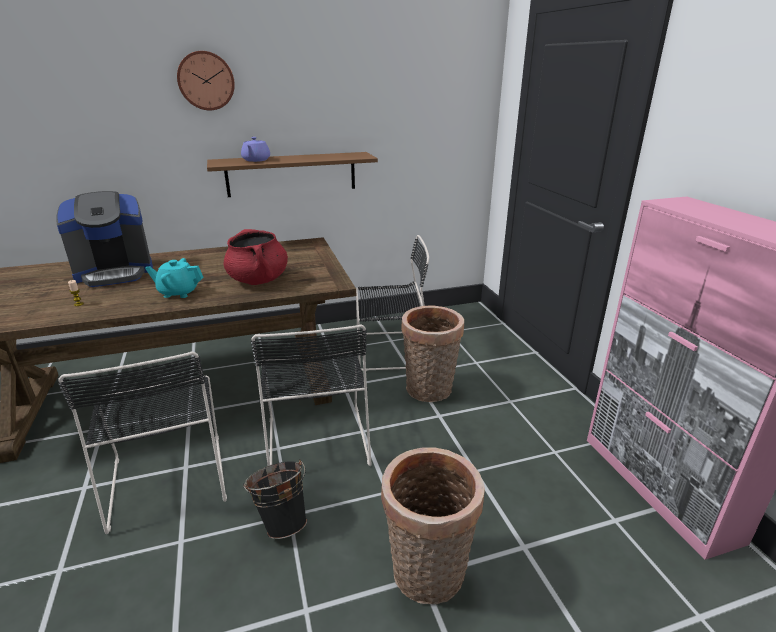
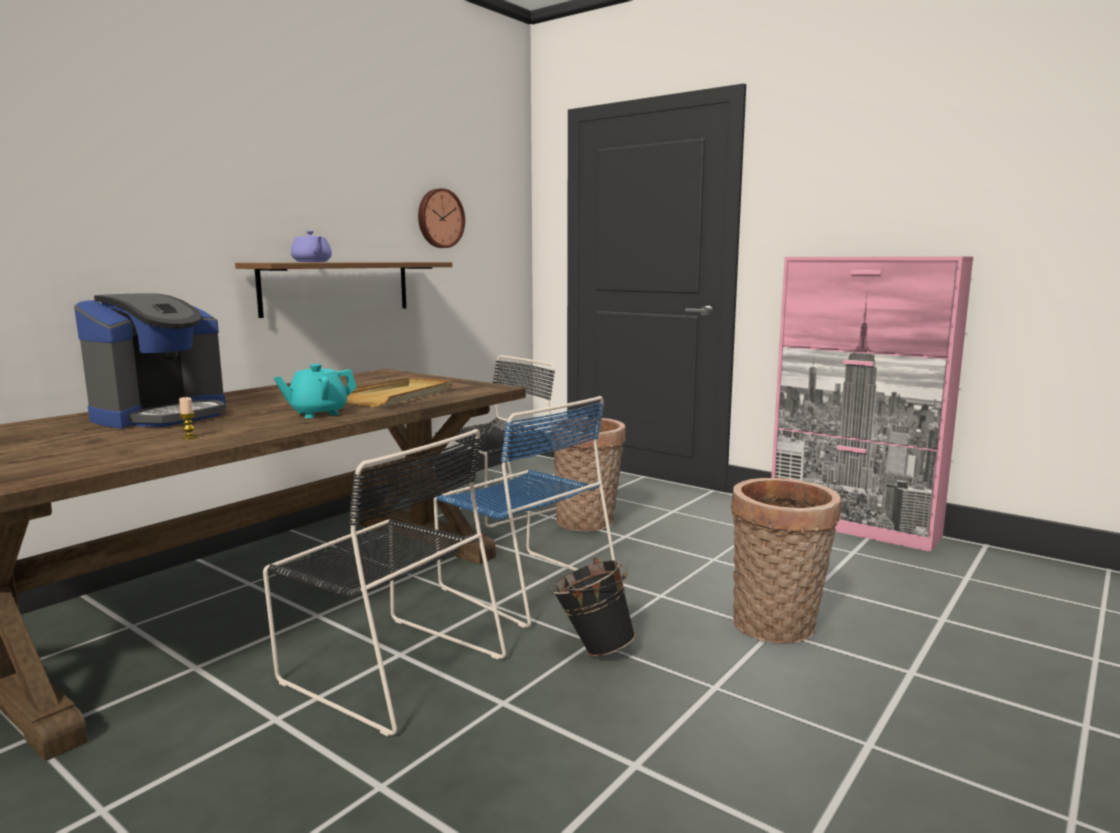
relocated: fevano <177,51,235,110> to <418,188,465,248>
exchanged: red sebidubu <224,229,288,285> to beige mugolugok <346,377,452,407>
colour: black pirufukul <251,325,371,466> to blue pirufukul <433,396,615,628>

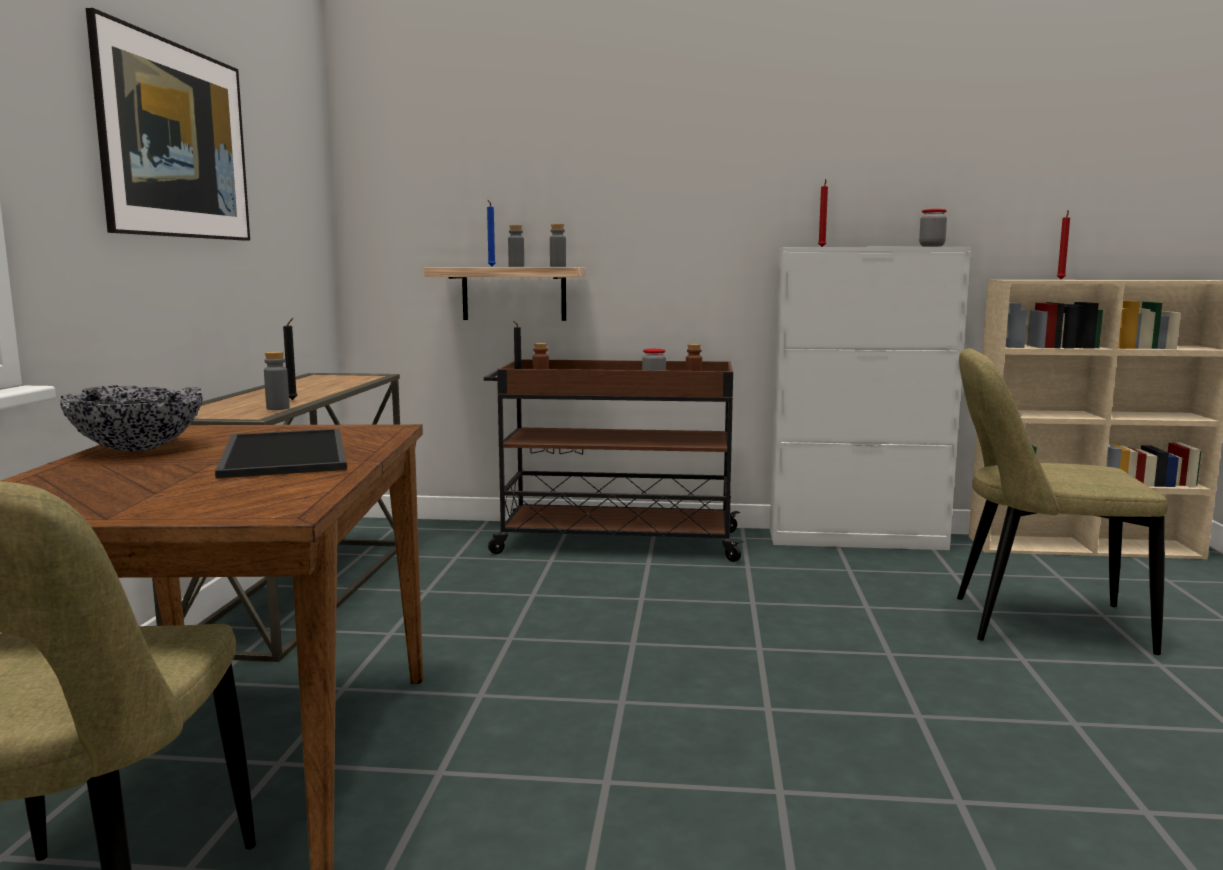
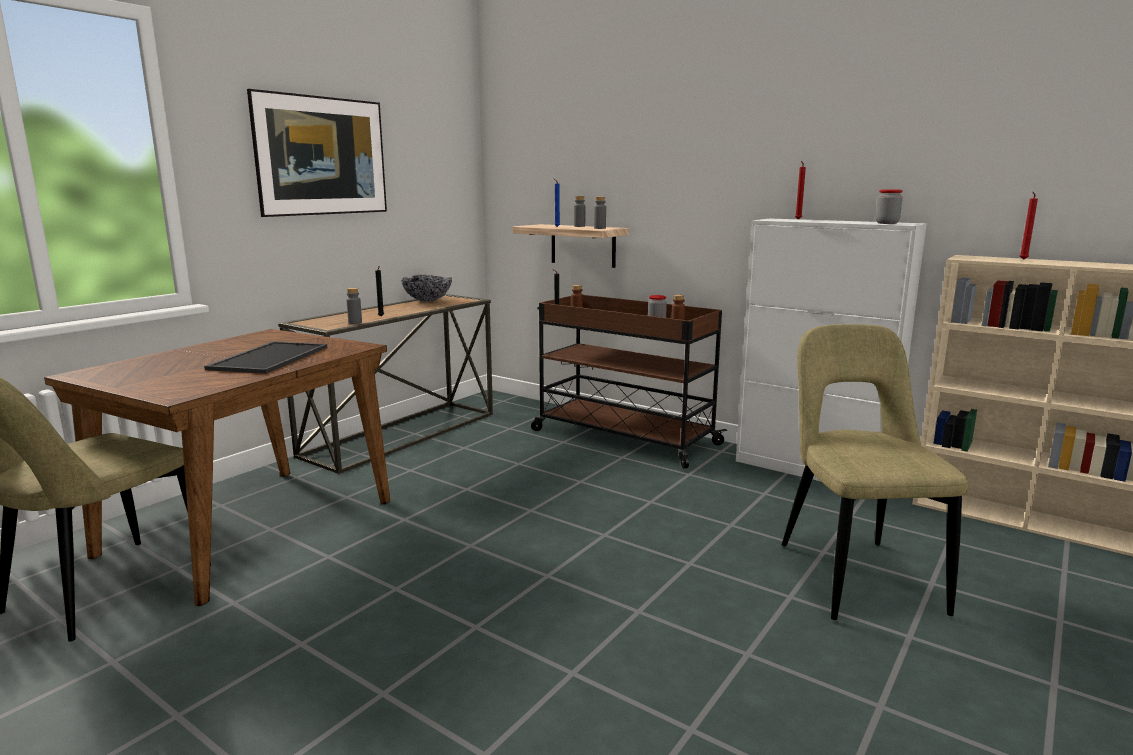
relocated: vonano <60,385,203,452> to <402,275,452,302>
spun: beige pirufukul <957,348,1168,655> = <782,324,968,620> 45 degrees clockwise

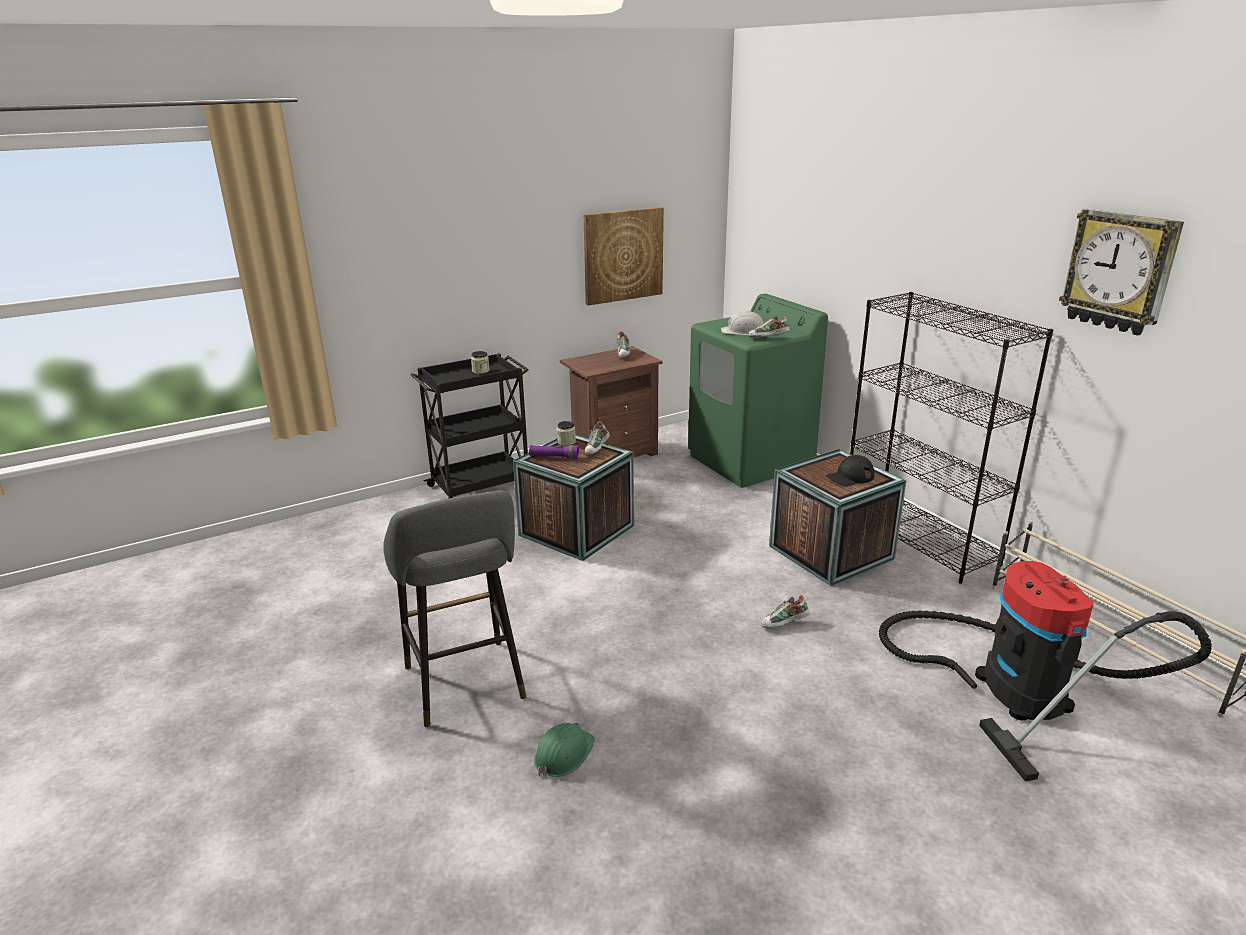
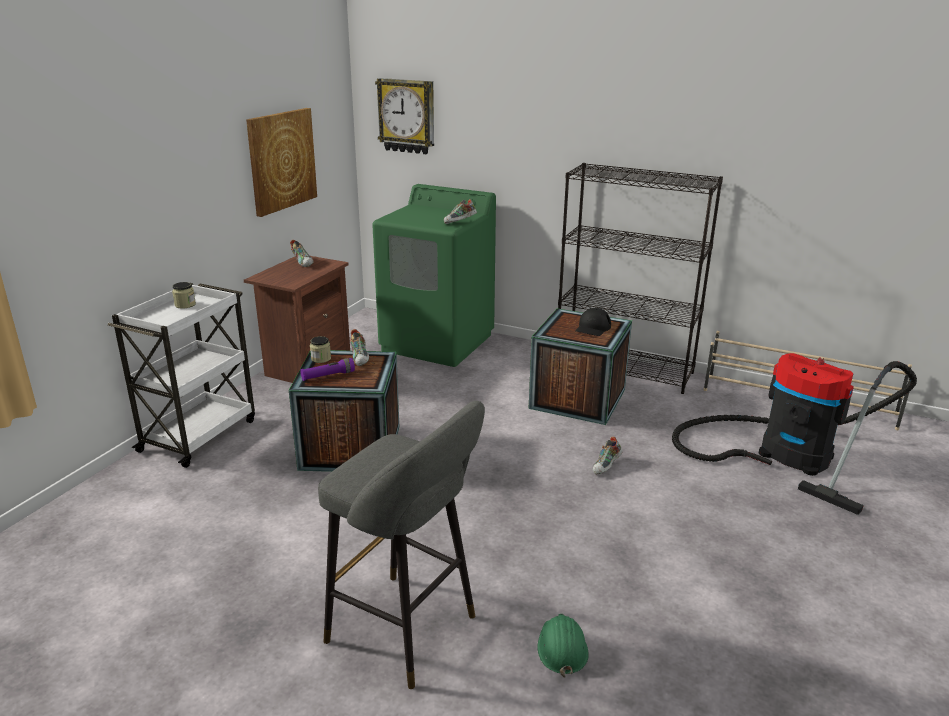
missing: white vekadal <721,311,763,335>
relocated: fevano <1059,209,1184,336> to <375,78,434,154>
colour: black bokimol <411,353,529,499> to white bokimol <108,283,255,468>

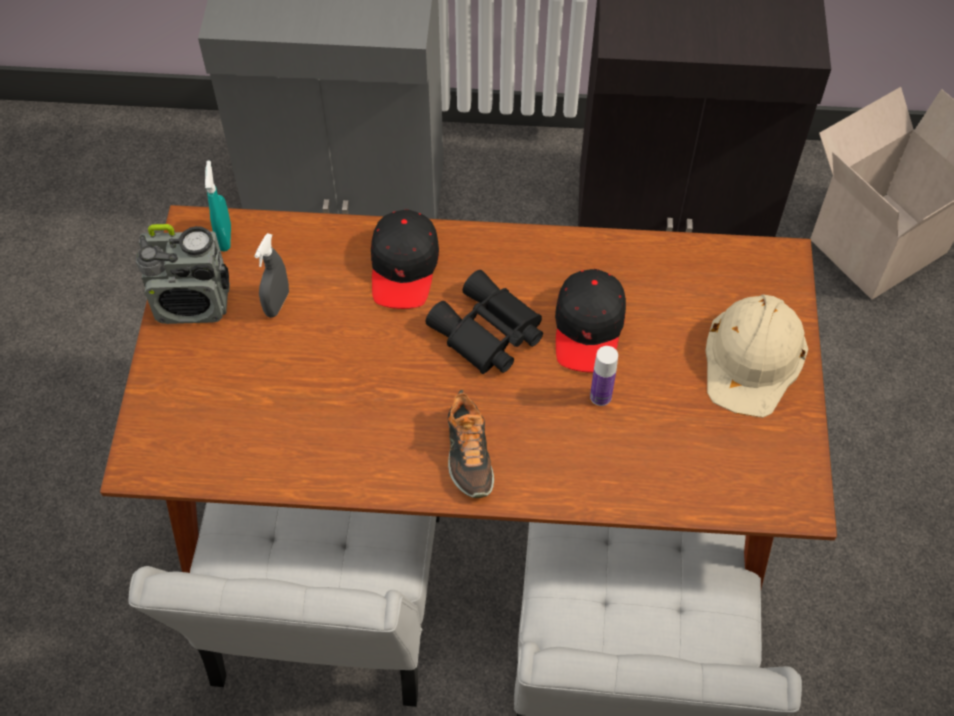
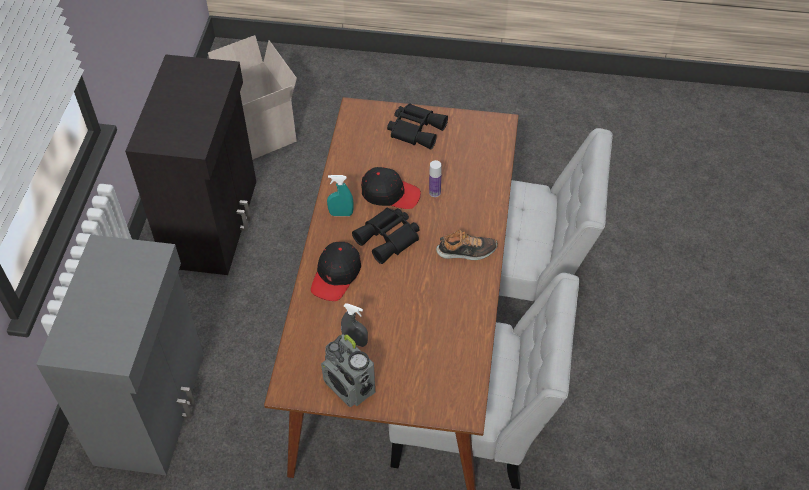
relocated: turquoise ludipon <205,161,231,251> to <327,175,354,216>
exchanged: beige vekadal <705,294,808,418> to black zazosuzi <387,103,448,150>
spun: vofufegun <135,224,230,324> = <321,334,375,407> 135 degrees clockwise; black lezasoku <371,209,439,309> = <311,241,361,301> 105 degrees clockwise

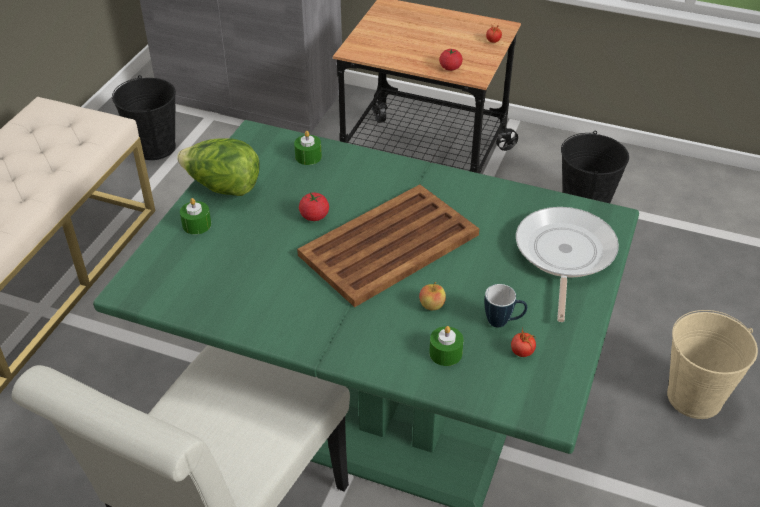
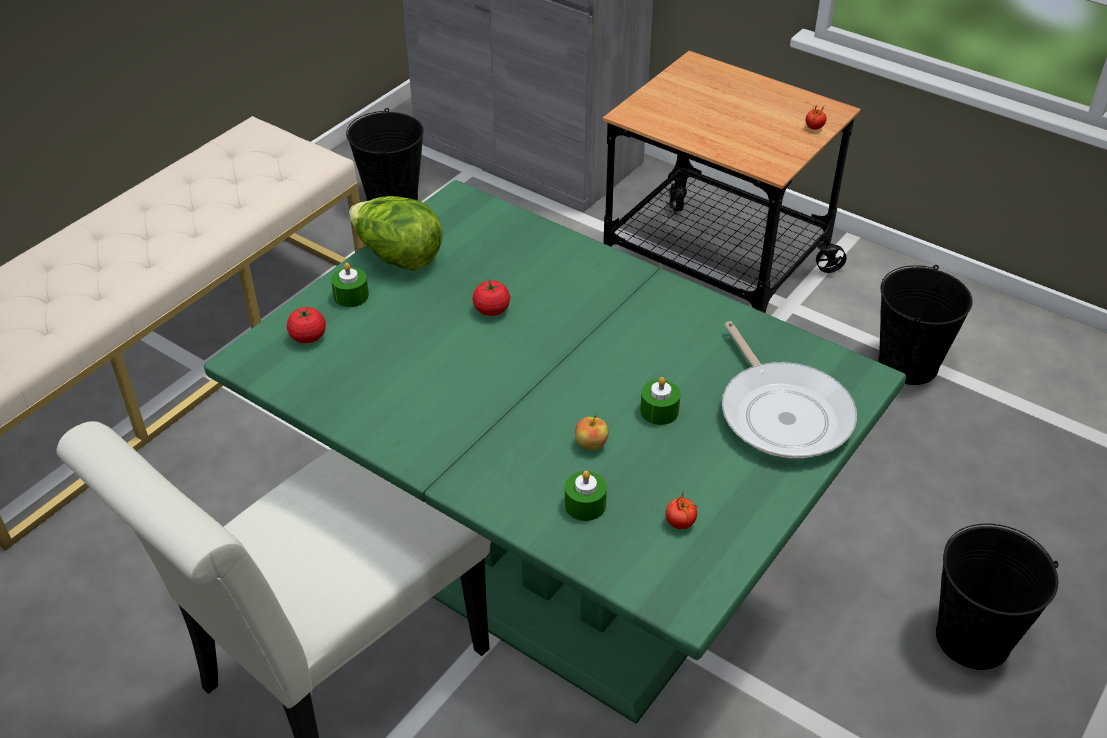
missing: brown mugolugok <297,184,479,307>; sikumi <485,284,527,327>
relocated: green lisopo <294,131,322,165> to <640,377,681,425>; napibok <439,49,463,71> to <287,307,326,343>
colour: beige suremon <667,310,758,419> to black suremon <936,524,1059,670>
spun: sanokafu <516,207,619,322> = <722,321,857,458> 135 degrees clockwise

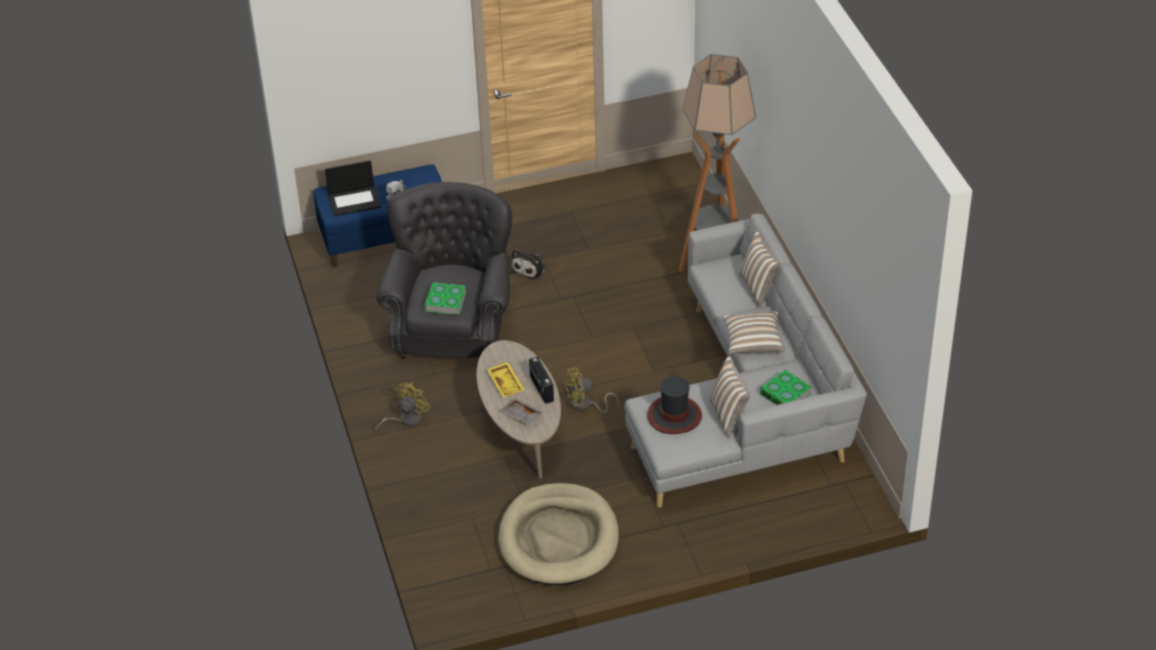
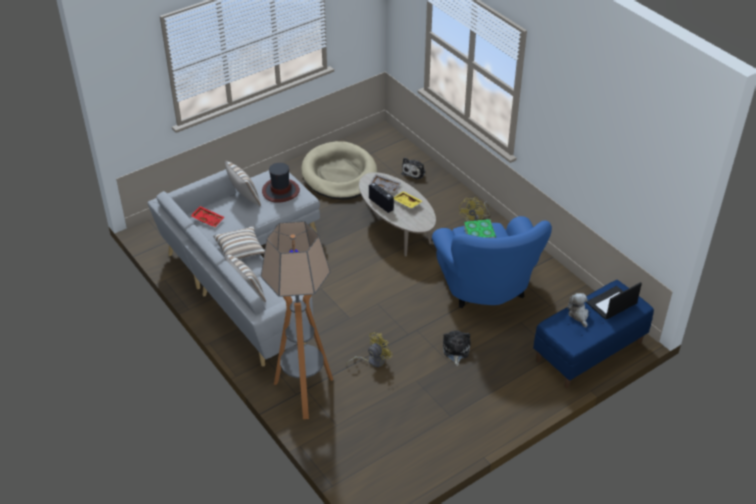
appeared: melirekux <401,158,426,179>
relocated: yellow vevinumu <563,368,619,413> to <346,332,393,367>
exchanged: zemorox <760,370,811,405> to red mugolugok <191,206,224,227>
colour: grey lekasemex <376,182,512,359> to blue lekasemex <432,216,552,308>

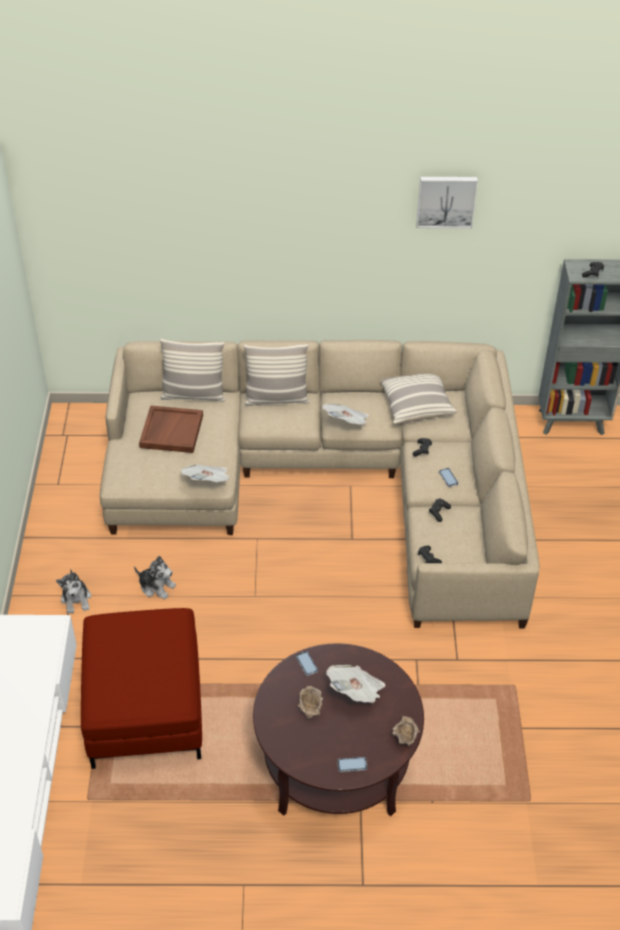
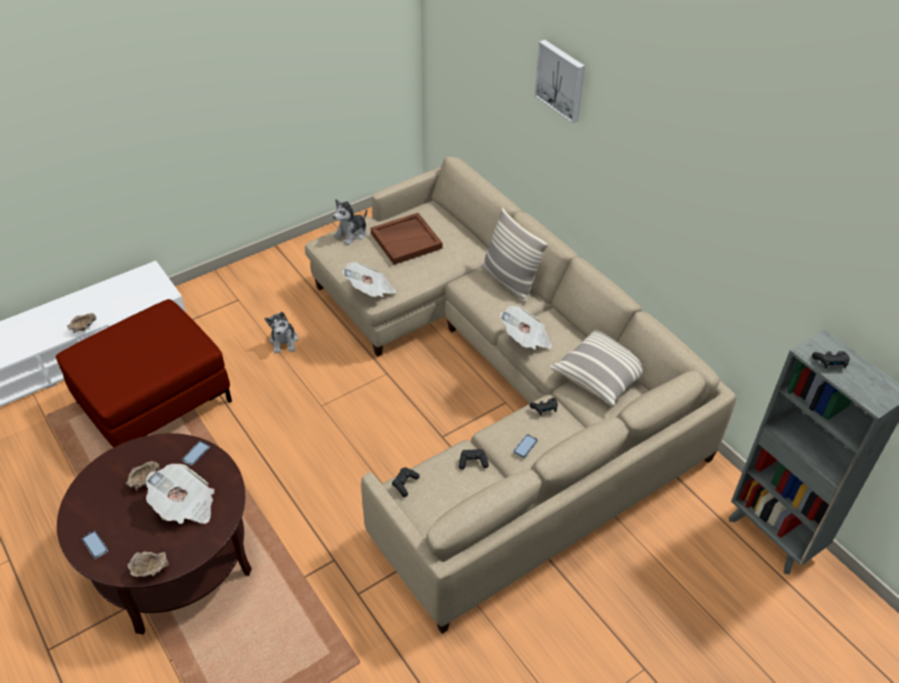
missing: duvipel <160,339,225,402>
appeared: beige vonano <67,313,96,334>
relocated: melirekux <56,570,91,614> to <333,199,367,245>; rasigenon <416,177,478,228> to <534,40,585,123>

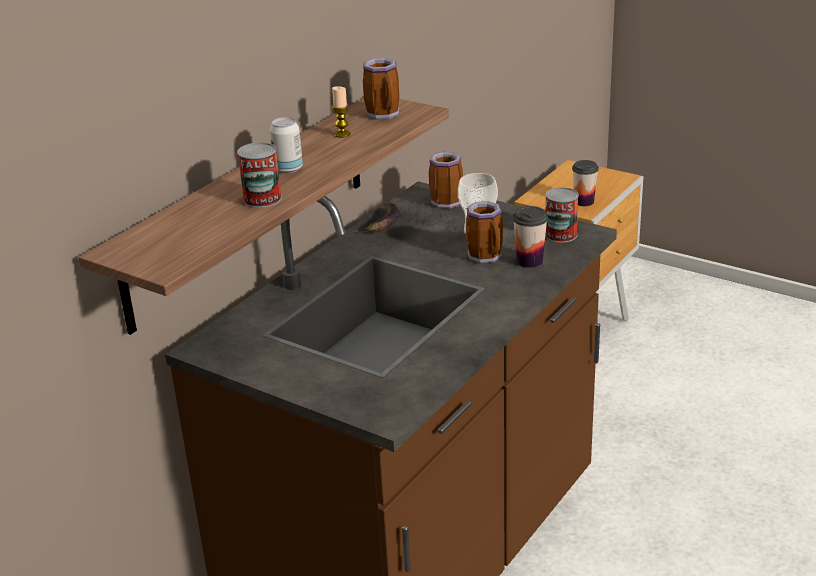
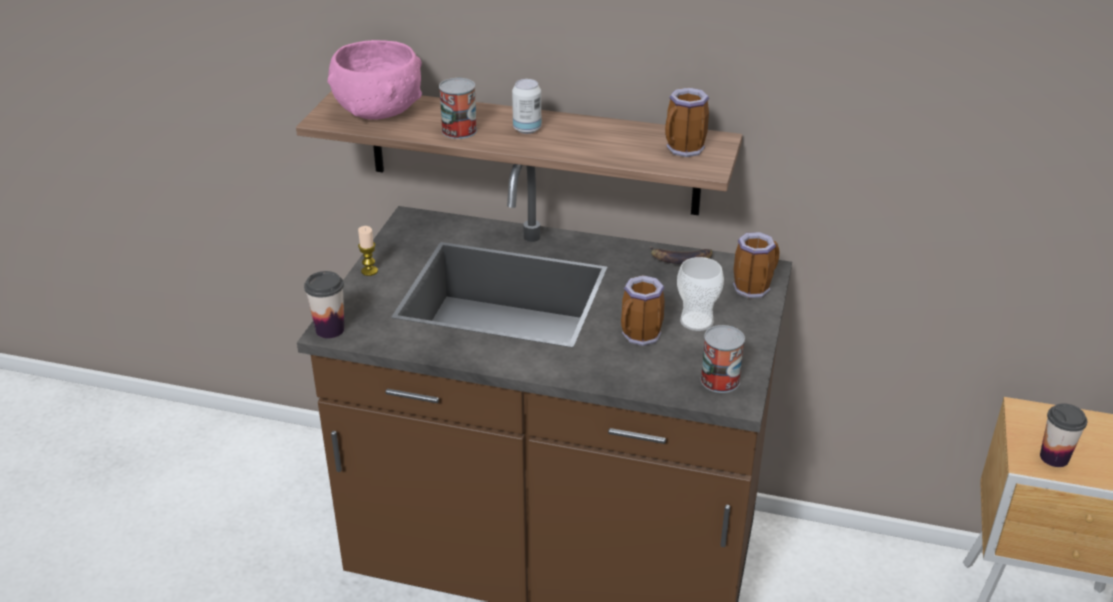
appeared: pink vonano <328,40,422,120>
relocated: lisopo <332,86,351,138> to <358,226,378,276>; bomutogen <513,206,548,268> to <304,271,344,338>

